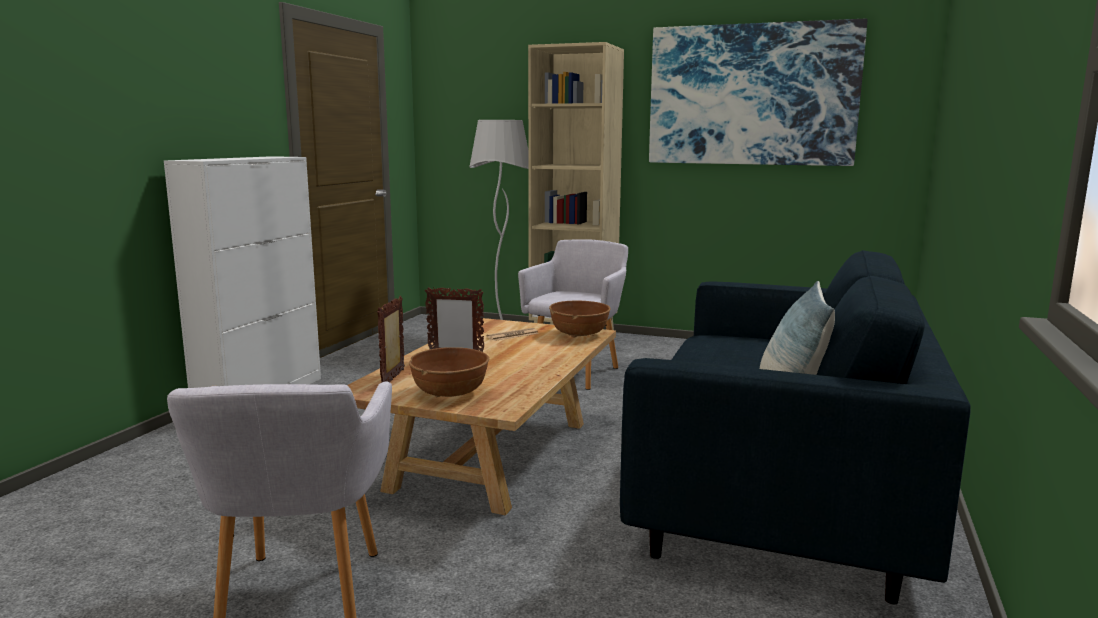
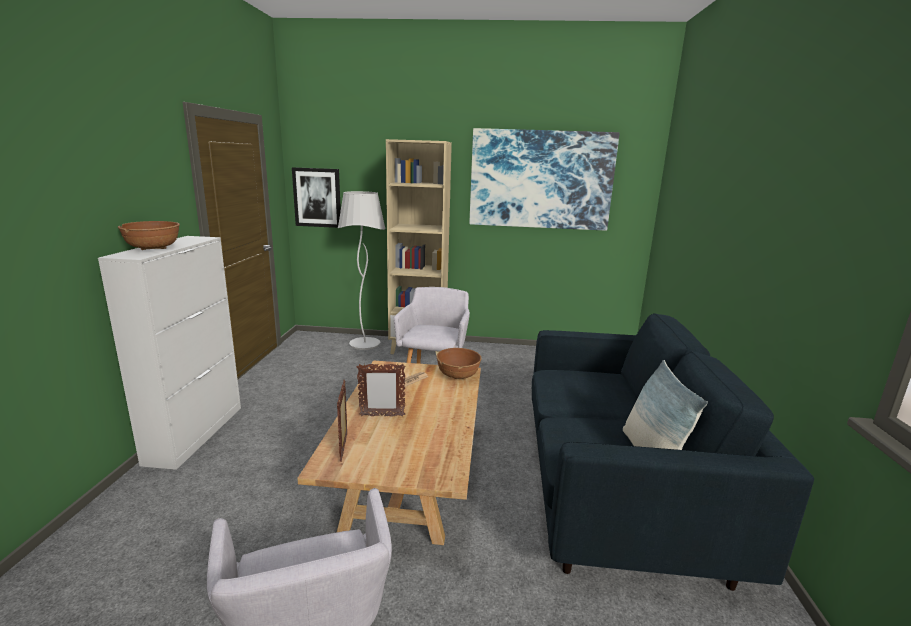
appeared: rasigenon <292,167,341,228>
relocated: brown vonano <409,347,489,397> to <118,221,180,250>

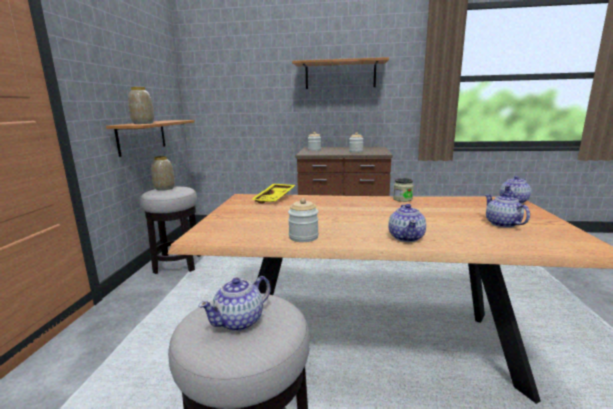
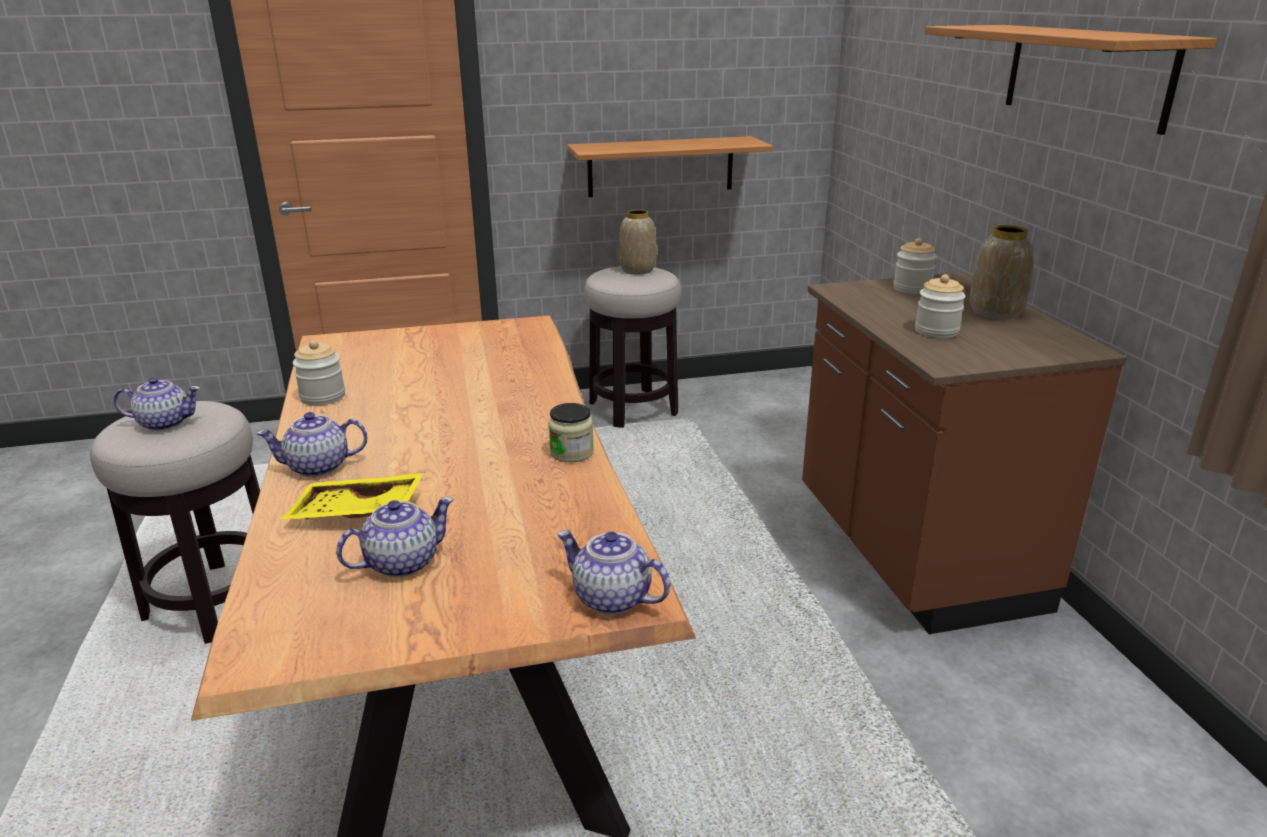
relocated: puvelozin <128,87,154,124> to <970,225,1034,320>; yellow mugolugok <251,184,295,203> to <281,473,424,519>
spun: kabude <198,276,271,331> = <114,377,200,431> 150 degrees clockwise

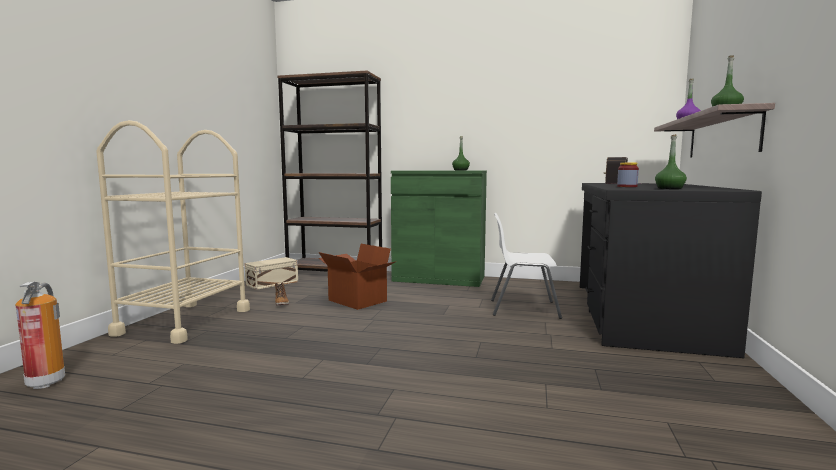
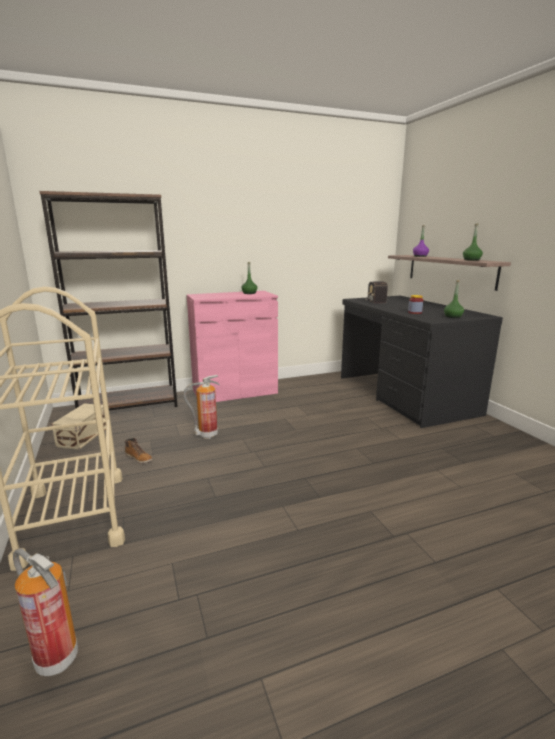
missing: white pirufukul <491,213,562,319>
exchanged: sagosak <318,244,397,310> to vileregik <183,375,220,439>
colour: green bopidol <391,171,487,287> to pink bopidol <187,291,278,402>

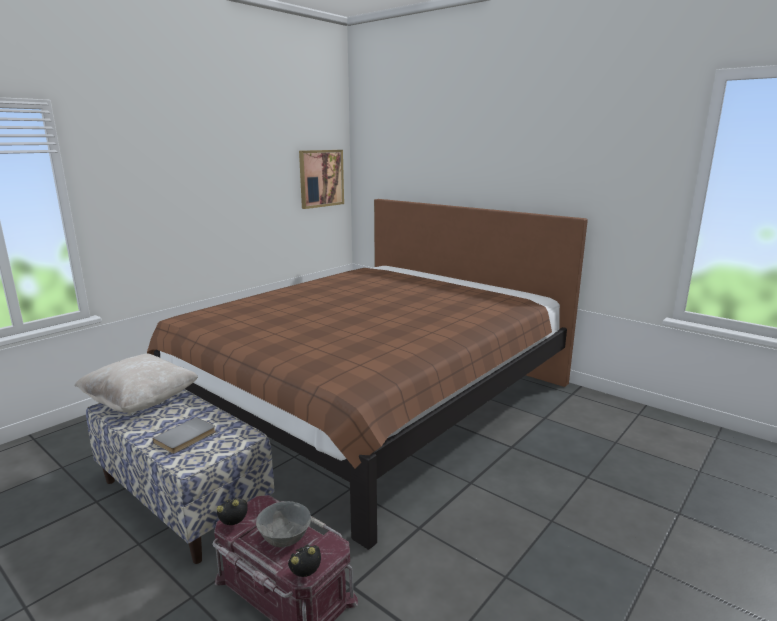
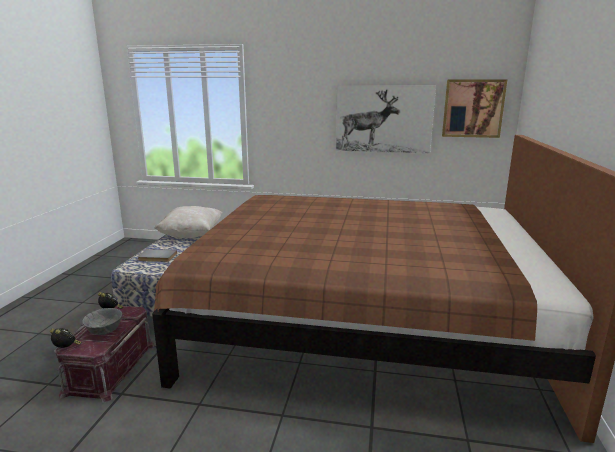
appeared: rasigenon <336,85,436,154>

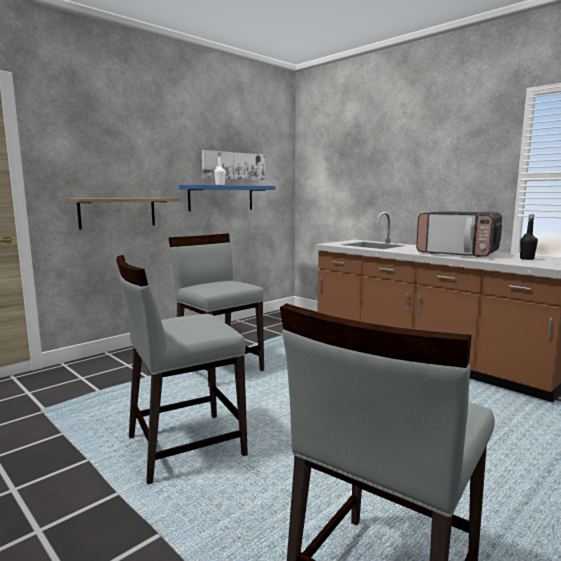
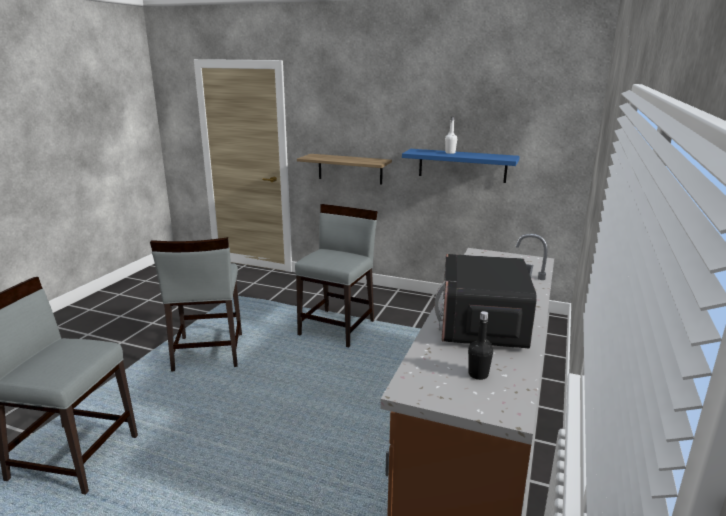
missing: rasigenon <202,150,265,180>
spun: grey pirufukul <117,255,248,485> = <150,237,242,371> 135 degrees counterclockwise

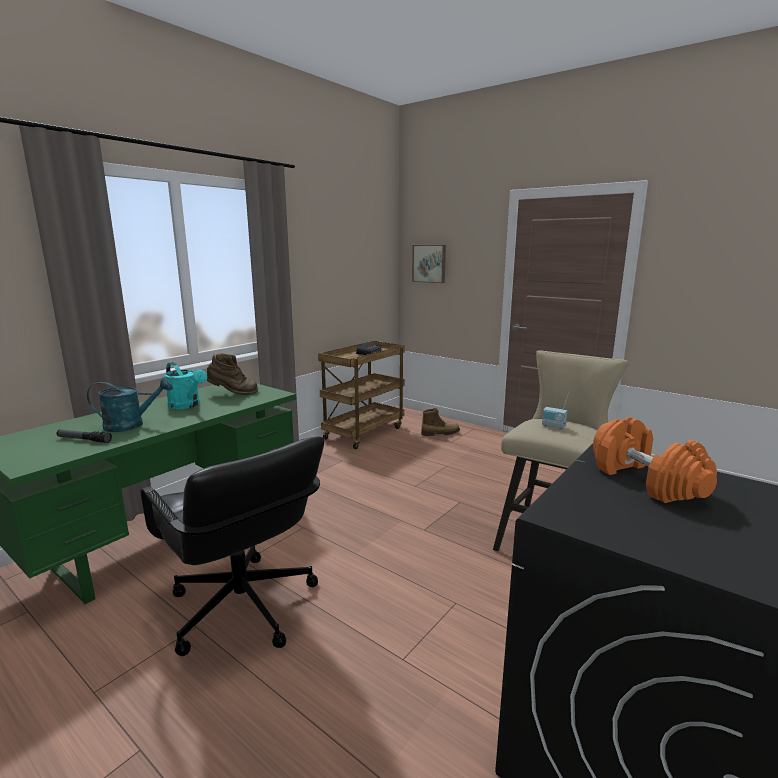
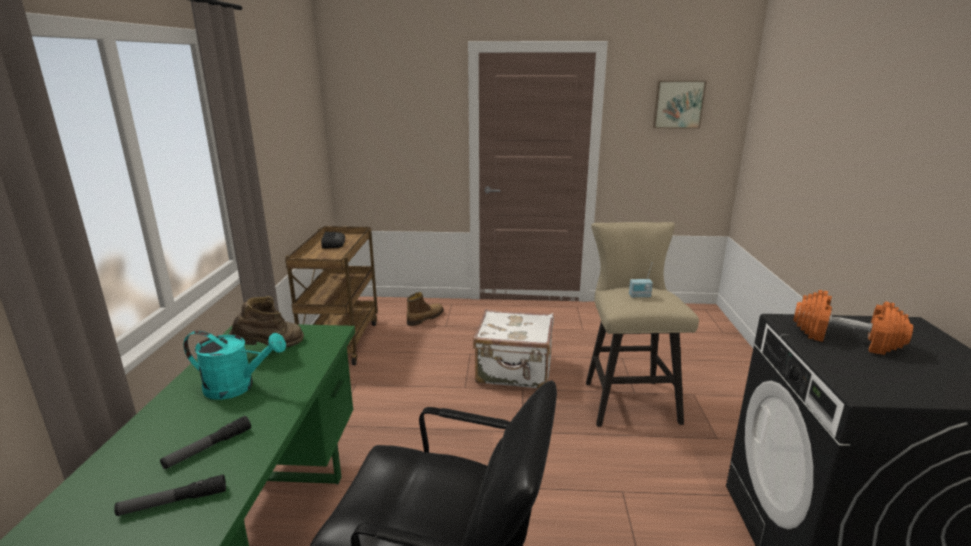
appeared: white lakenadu <473,309,554,388>
relocated: rasigenon <412,245,446,283> to <653,81,706,129>
exchanged: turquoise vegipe <87,377,173,432> to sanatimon <160,416,251,469>

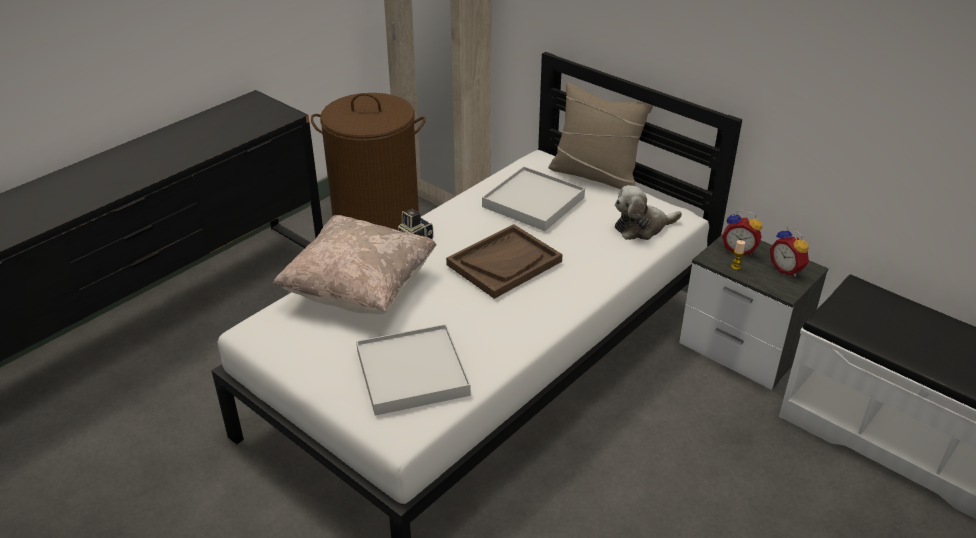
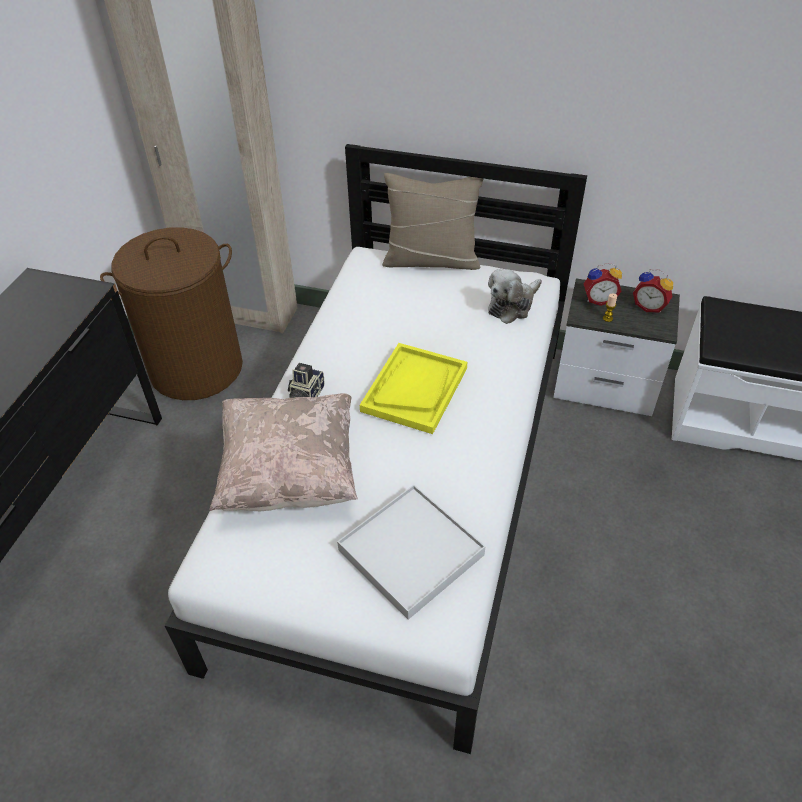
missing: white mugolugok <482,166,585,231>
colour: brown mugolugok <446,224,563,299> to yellow mugolugok <360,343,467,434>

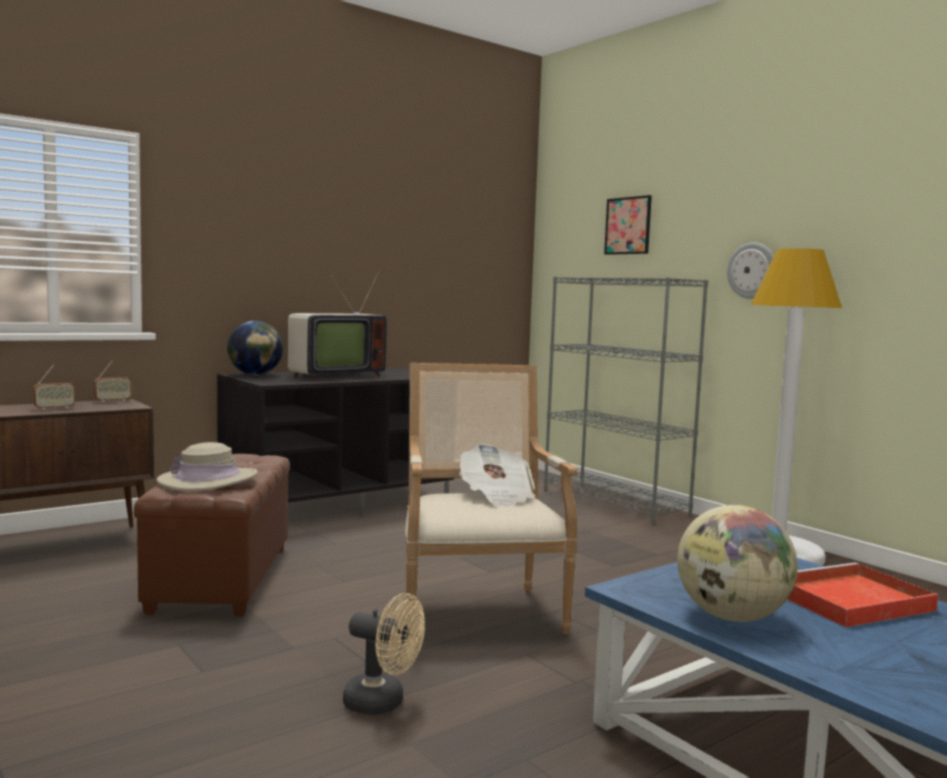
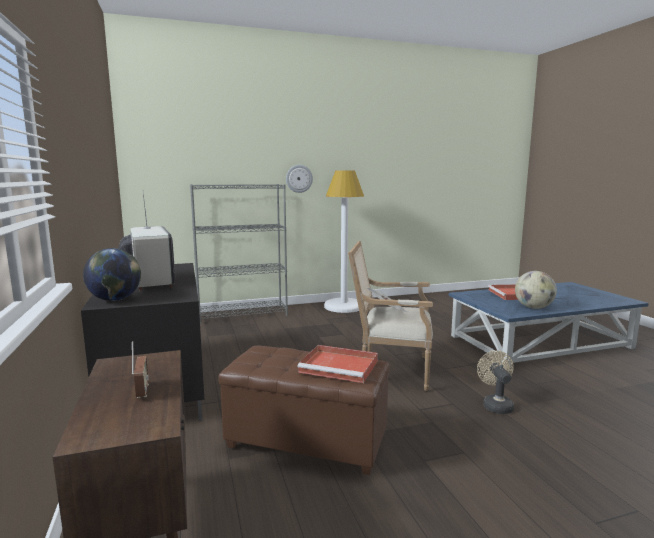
missing: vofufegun <94,360,132,402>; rasigenon <604,195,652,255>
exchanged: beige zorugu <157,442,258,491> to red mugolugok <298,345,378,383>
spun: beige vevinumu <343,593,425,715> = <477,350,514,414> 45 degrees counterclockwise

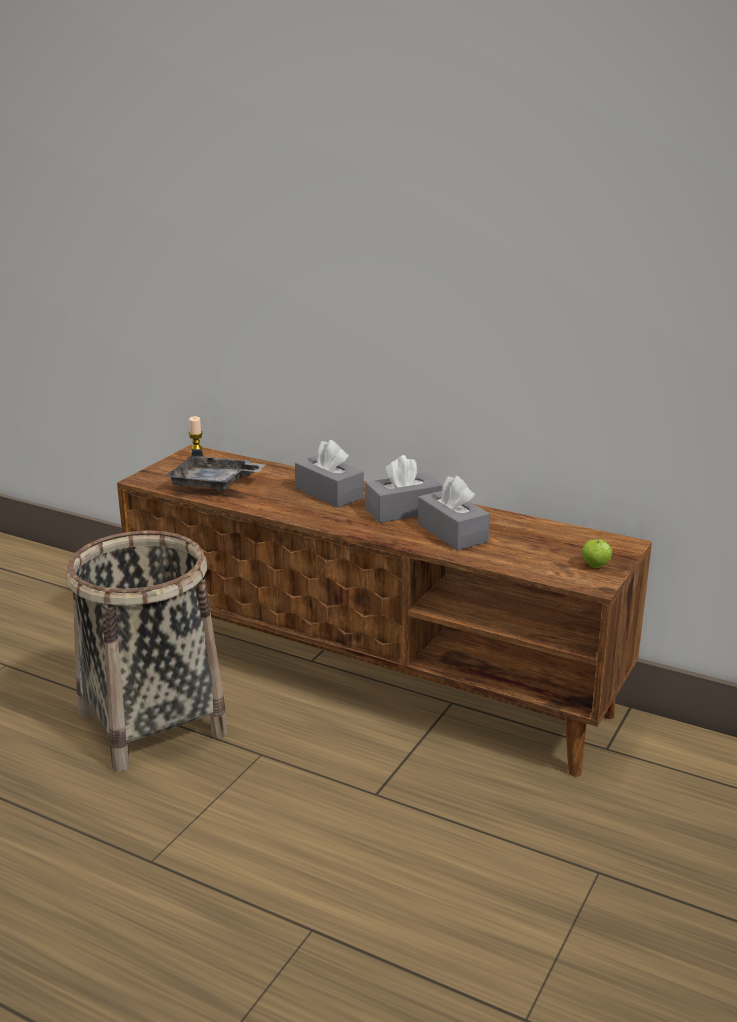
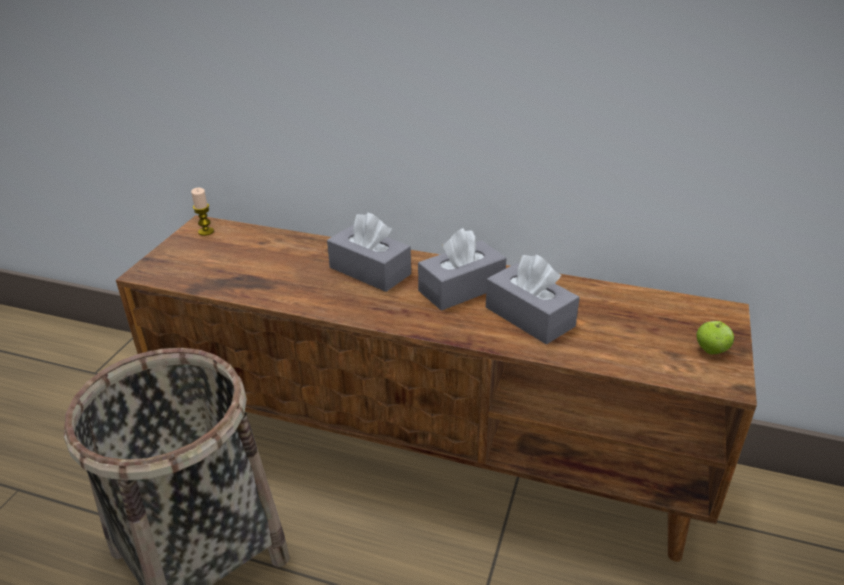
missing: grey mugolugok <164,449,265,491>

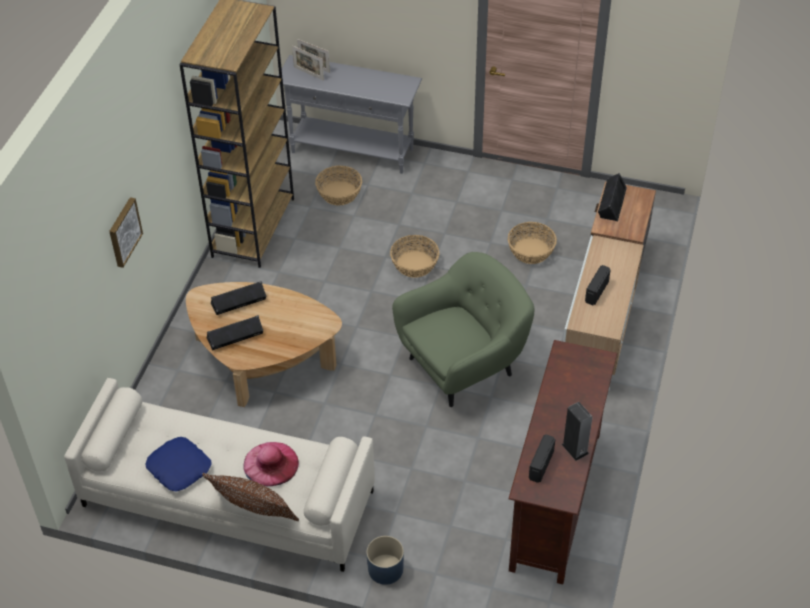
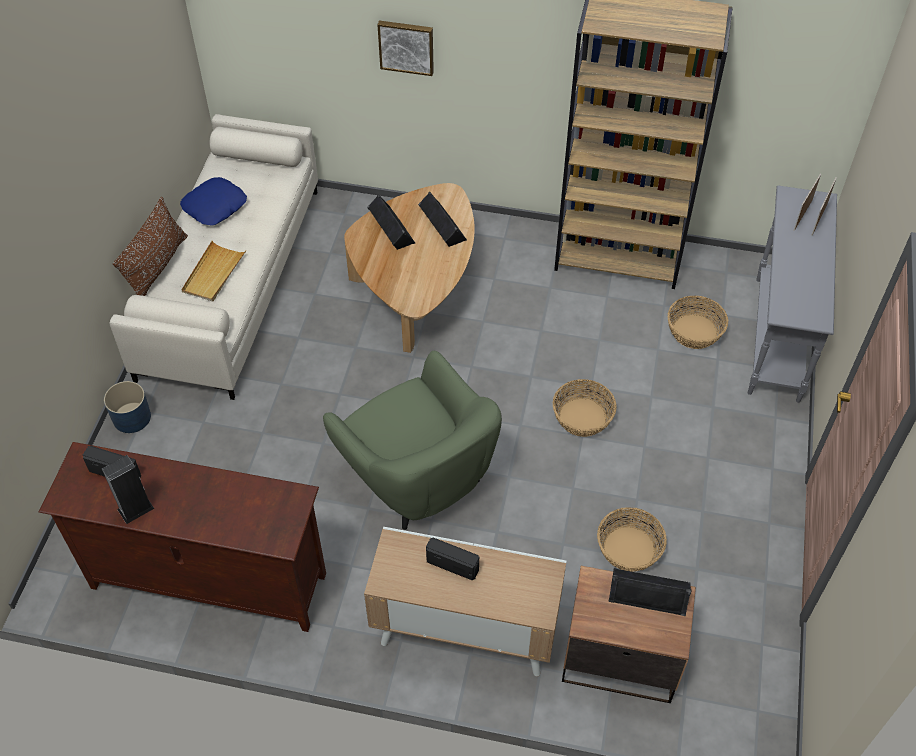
exchanged: pink zorugu <243,442,299,486> to beige mugolugok <181,241,246,302>

